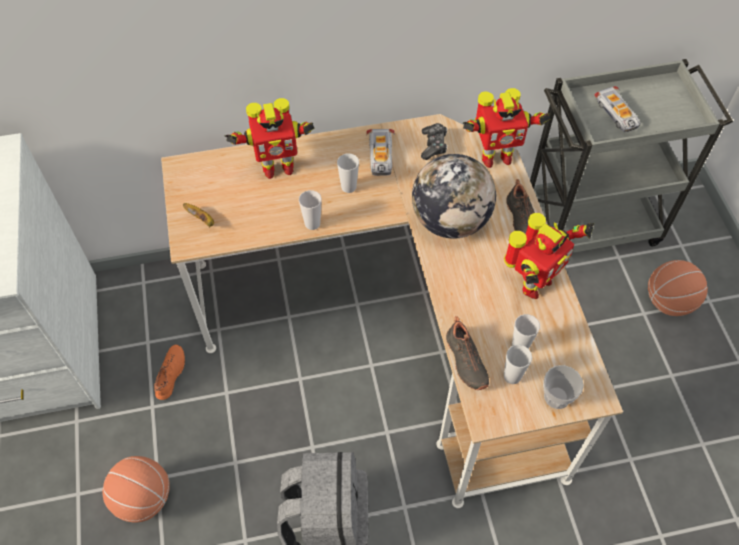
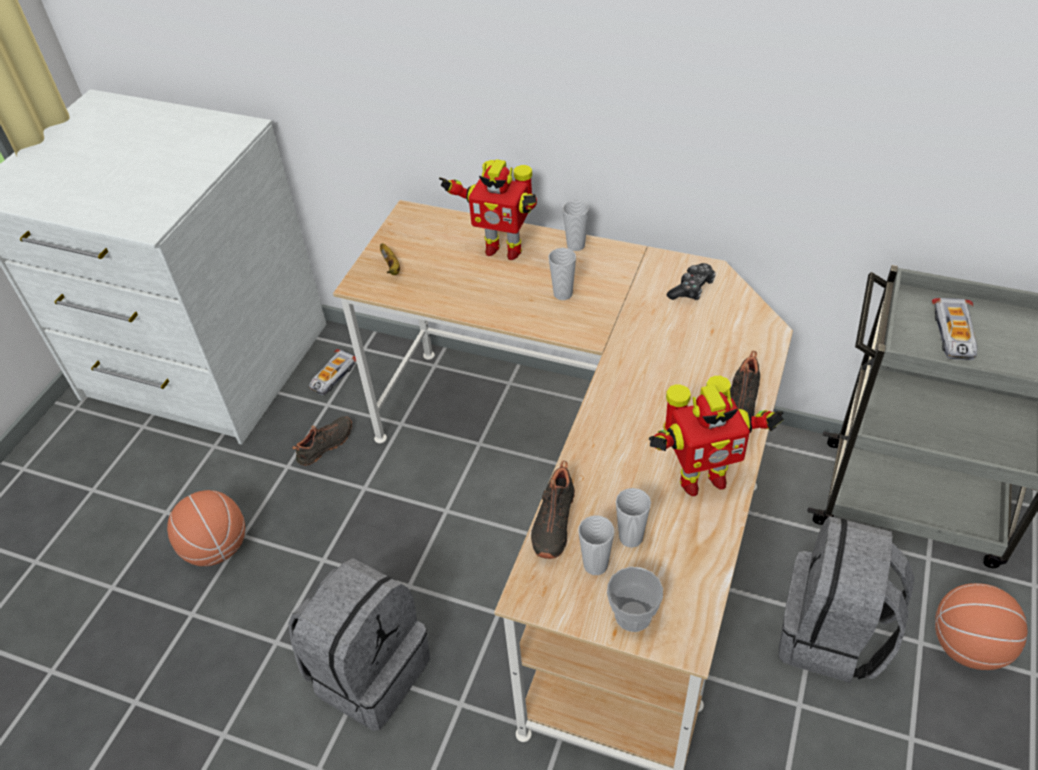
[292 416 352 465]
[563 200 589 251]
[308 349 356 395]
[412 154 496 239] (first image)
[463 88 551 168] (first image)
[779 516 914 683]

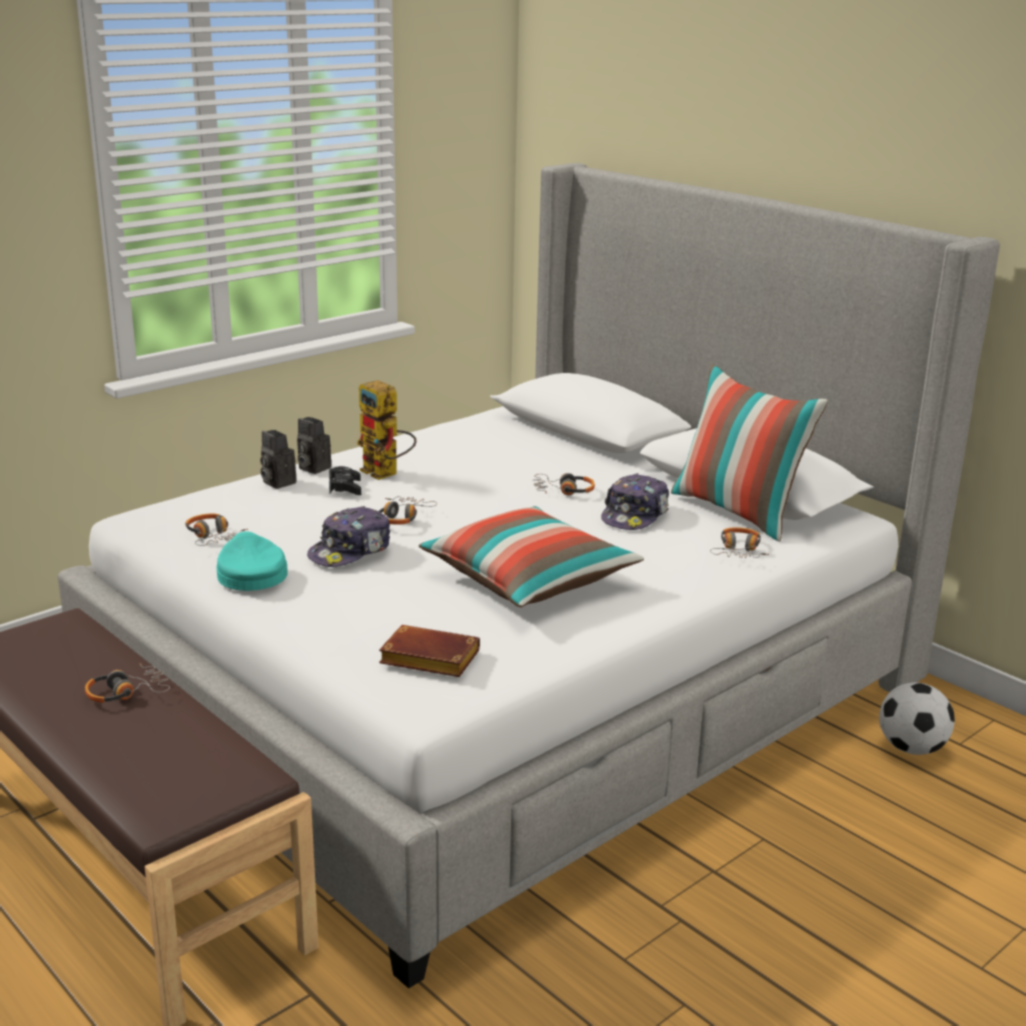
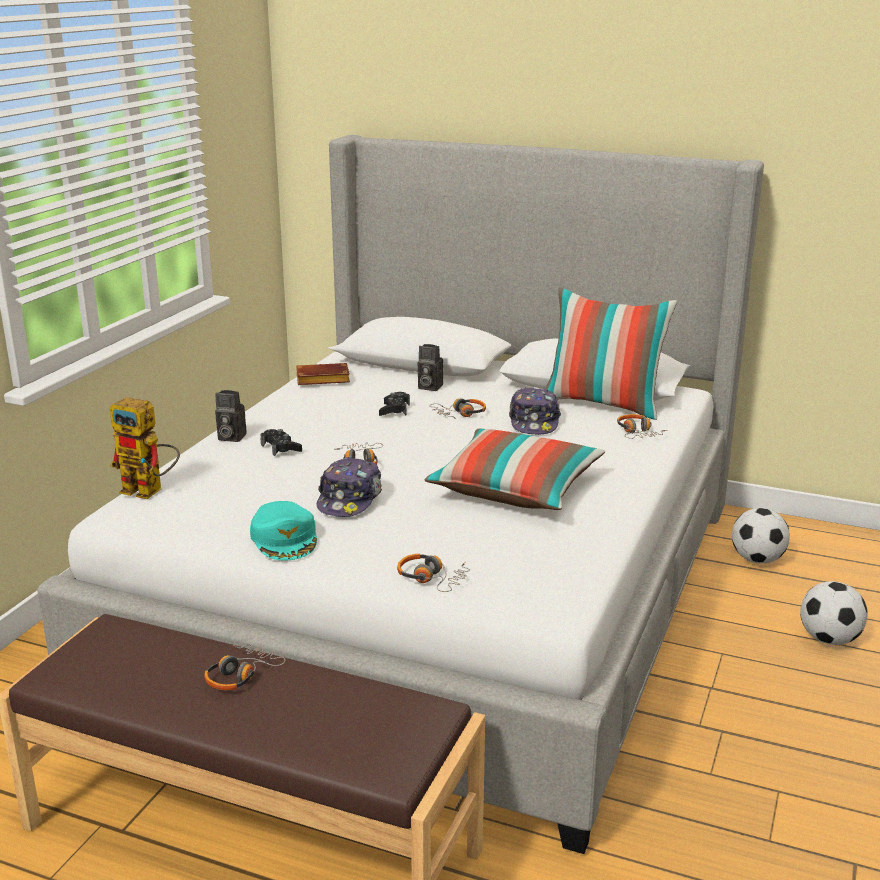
[397 554 470 592]
[250 501 317 561]
[418 344 443 391]
[110 397 180 499]
[296 363 350 385]
[379 392 410 416]
[800 581 868 645]

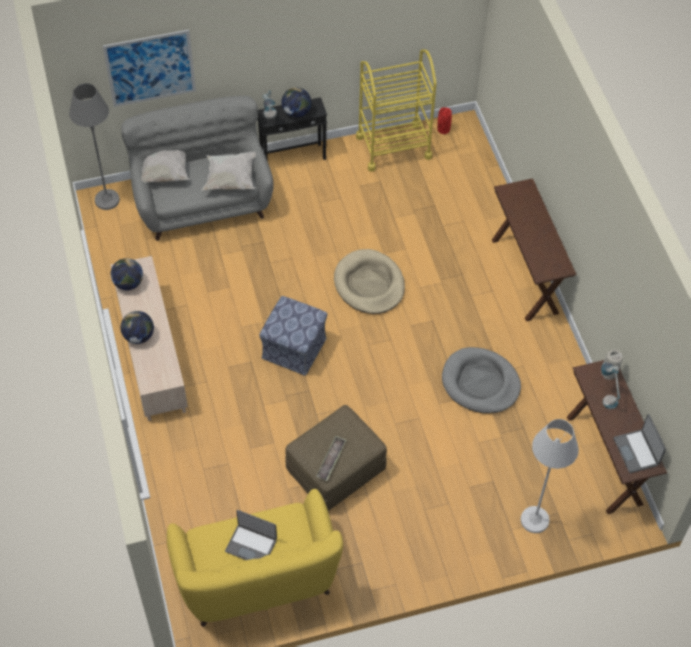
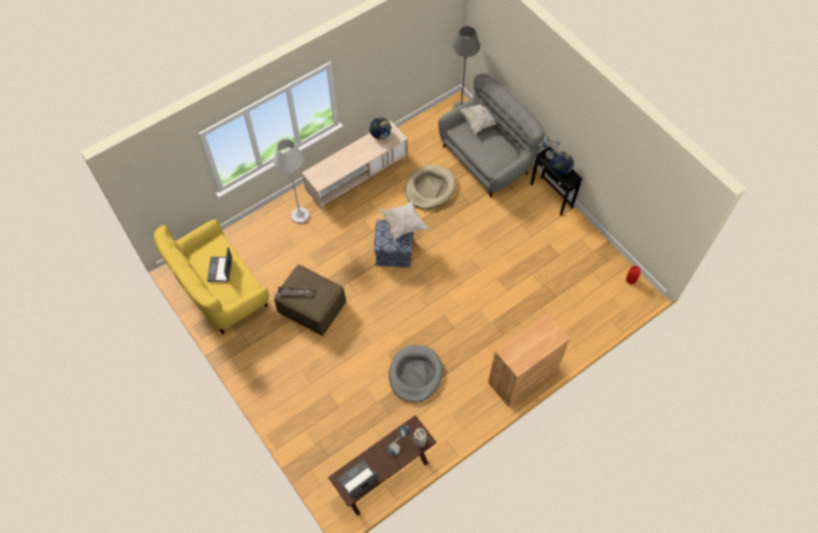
[103 30 196 107] (first image)
[121 311 154 344] (first image)
[379 200 429 240]
[405 165 456 209]
[356 50 437 172] (first image)
[488 314 570 407]
[274 139 309 224]

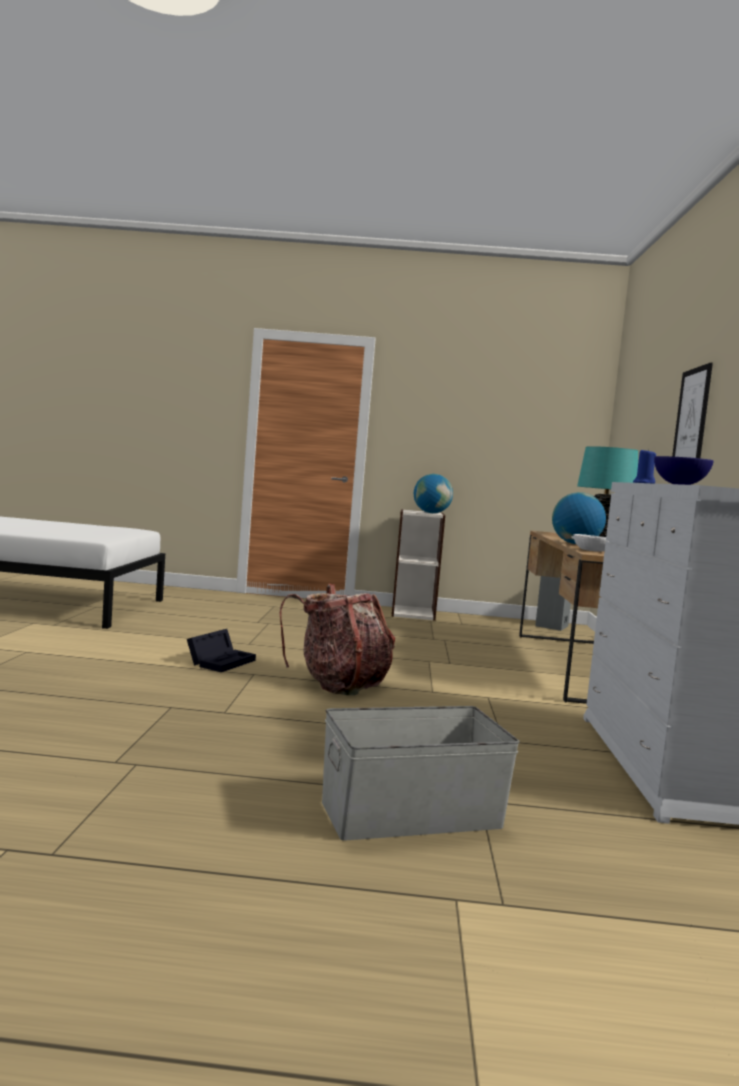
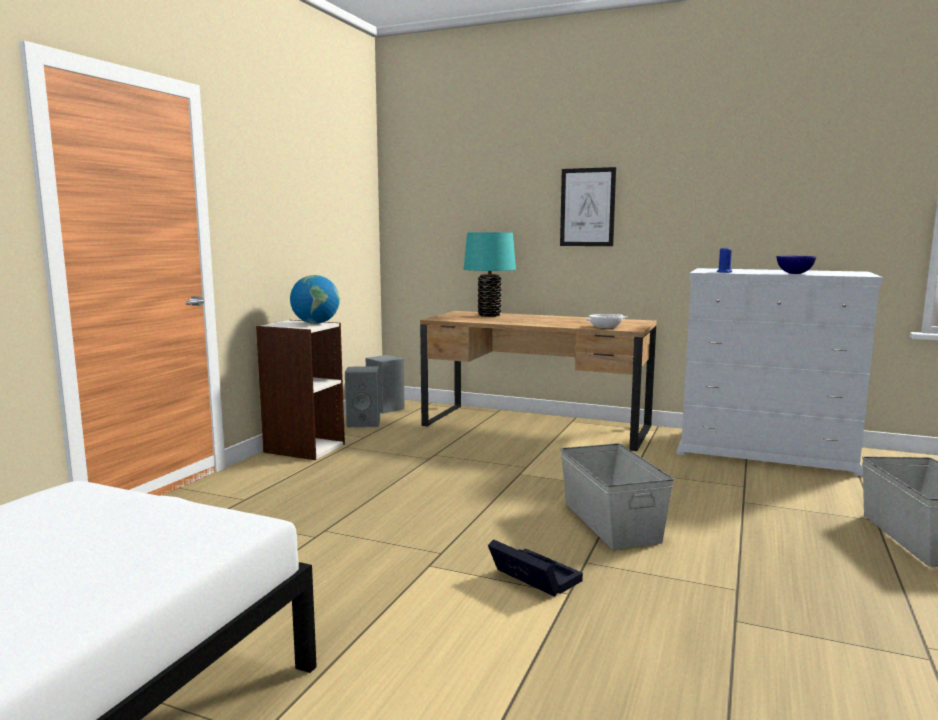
[560 443 674 549]
[552 492 606 544] (first image)
[345 366 380 428]

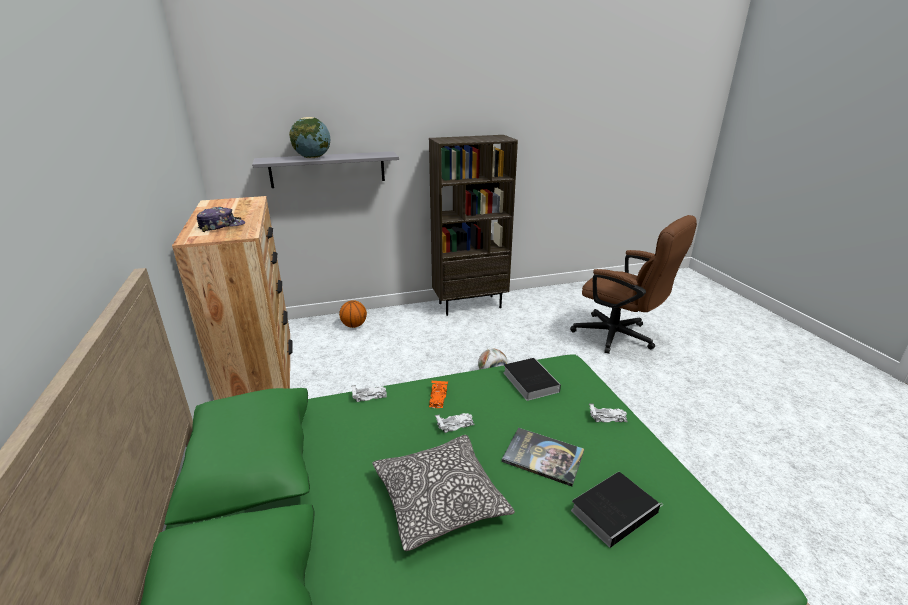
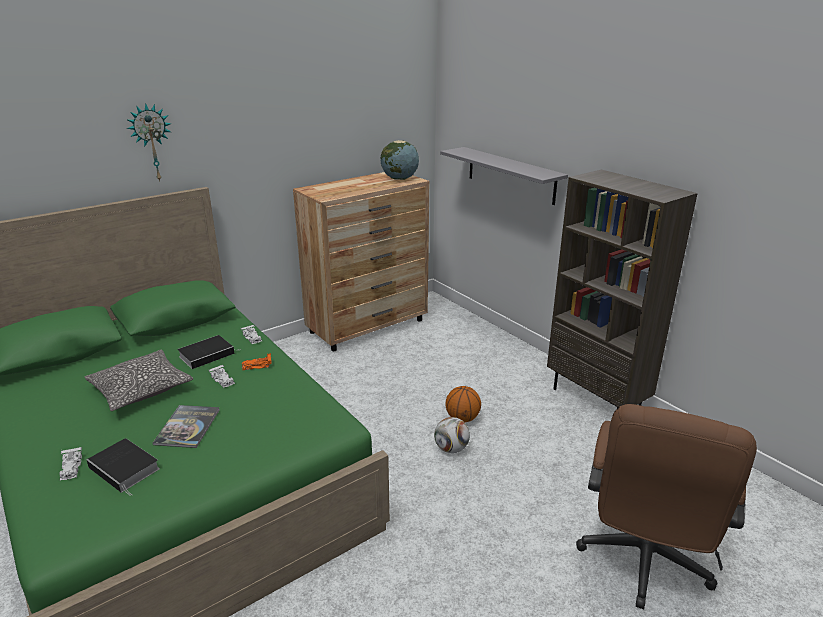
[197 207 245 232] (first image)
[381 140 419 180]
[446 386 481 422]
[178 335 240 369]
[60 447 82 480]
[126 103 171 181]

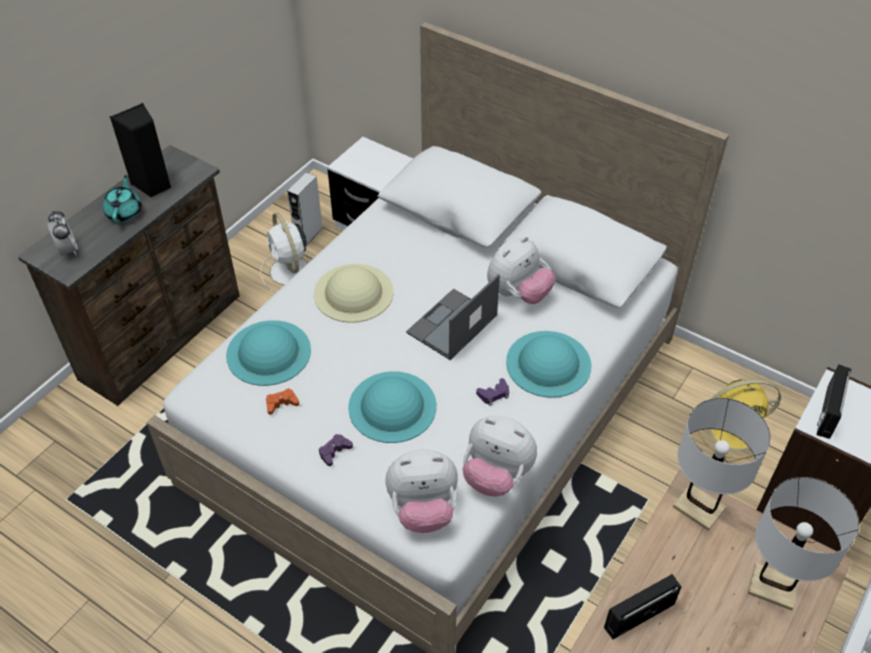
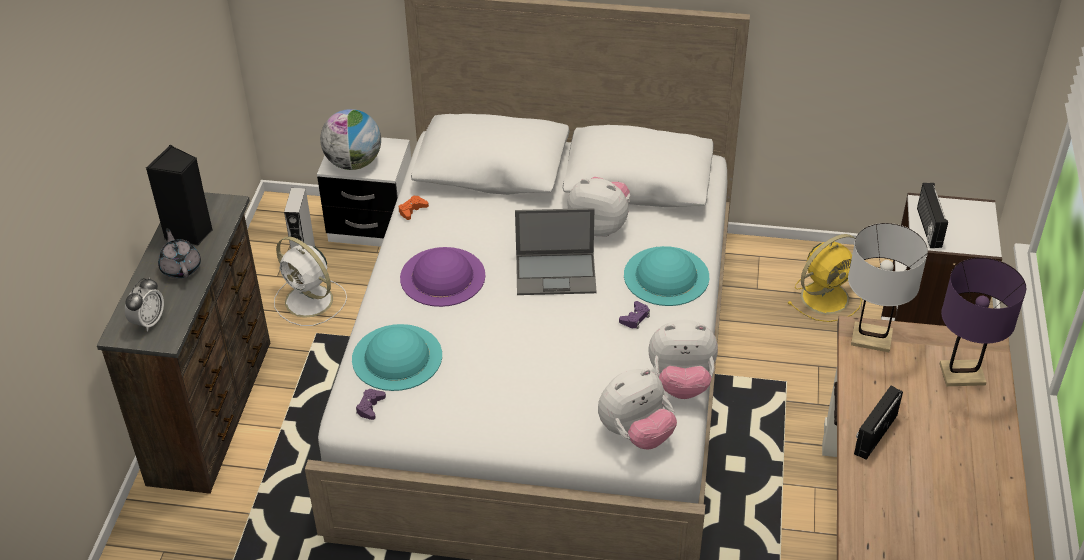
[125 277 164 331]
[158 228 201 278]
[399 196 429 220]
[400 247 485 307]
[356 389 386 420]
[348 371 437 443] (first image)
[515 208 597 295]
[567 177 630 237]
[940 258 1026 386]
[320 109 381 170]

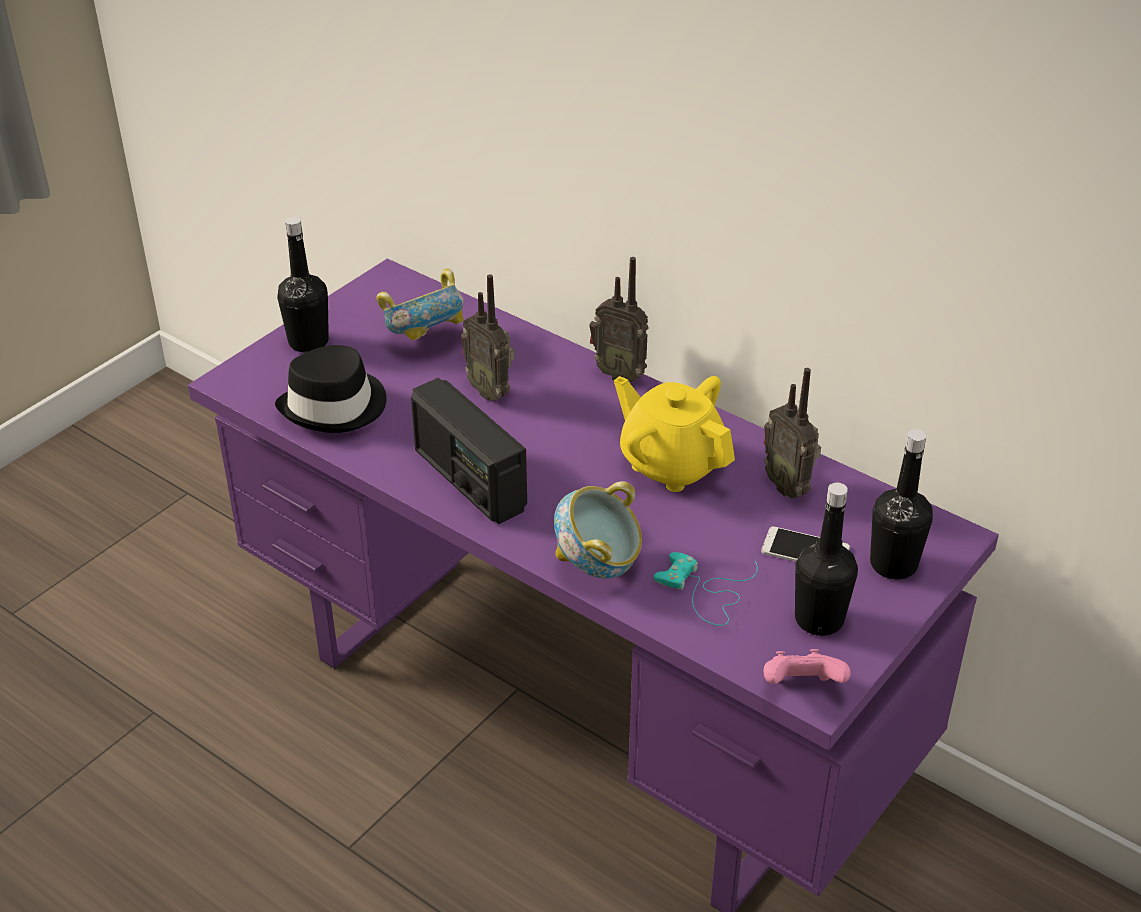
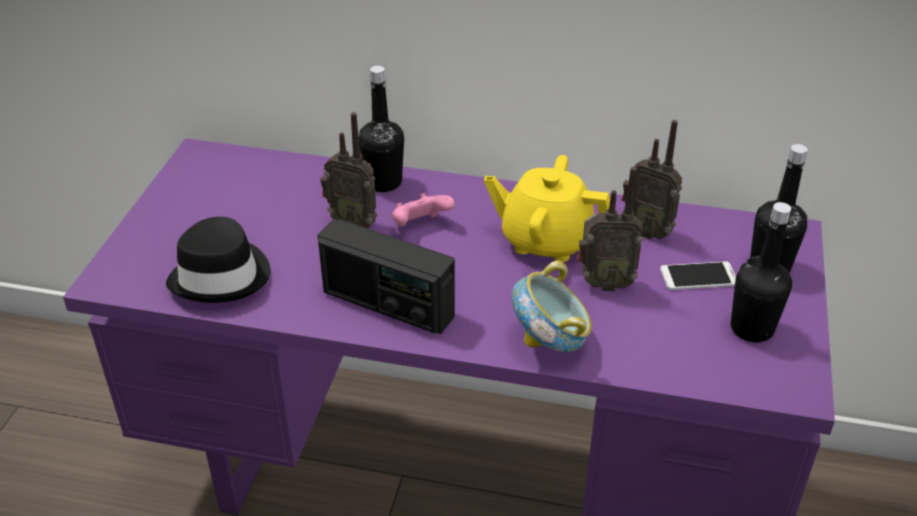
[359 66 404 192]
[376 269 464 340] (first image)
[577 167 643 292]
[654 552 758 626] (first image)
[392 193 455 227]

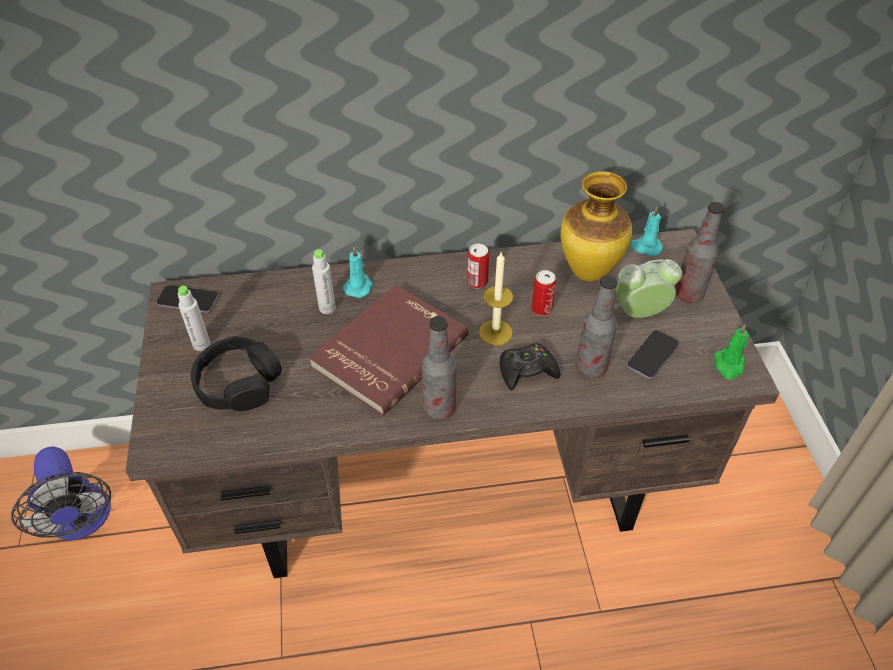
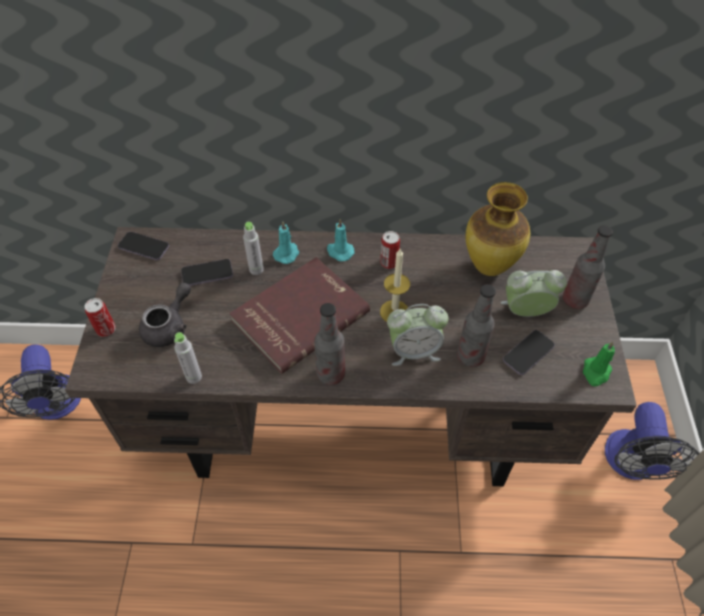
[174 332 202 384]
[139 283 191 347]
[387 304 448 366]
[85 298 116 337]
[327 219 354 261]
[181 259 233 286]
[605 402 699 480]

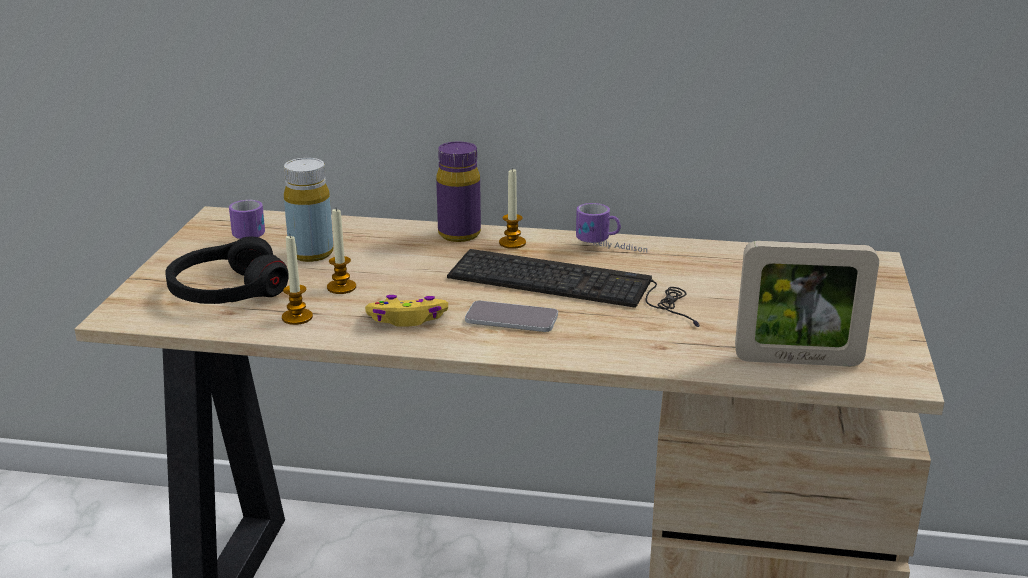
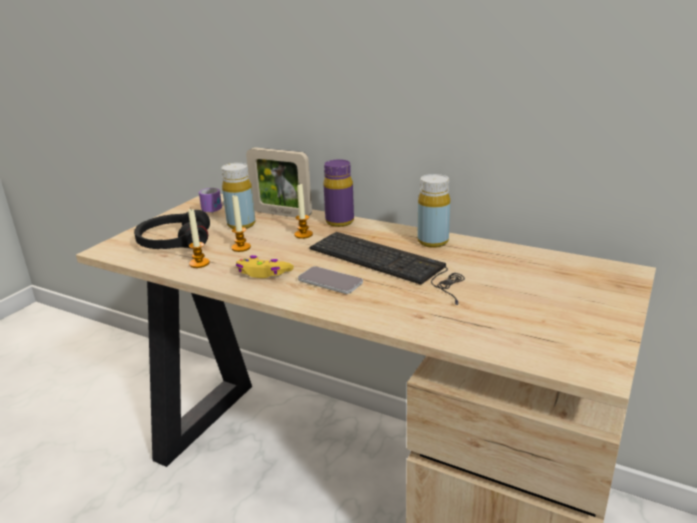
[294 183 313 239]
[418 174 450 248]
[246 147 312 217]

